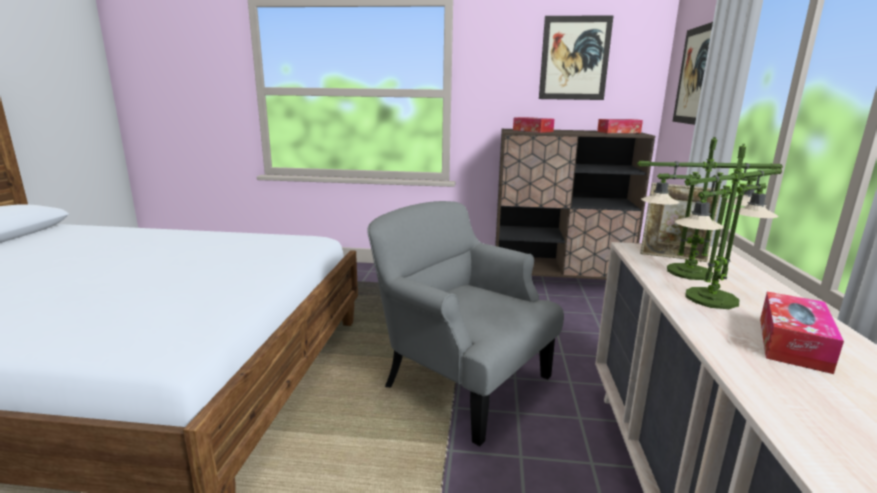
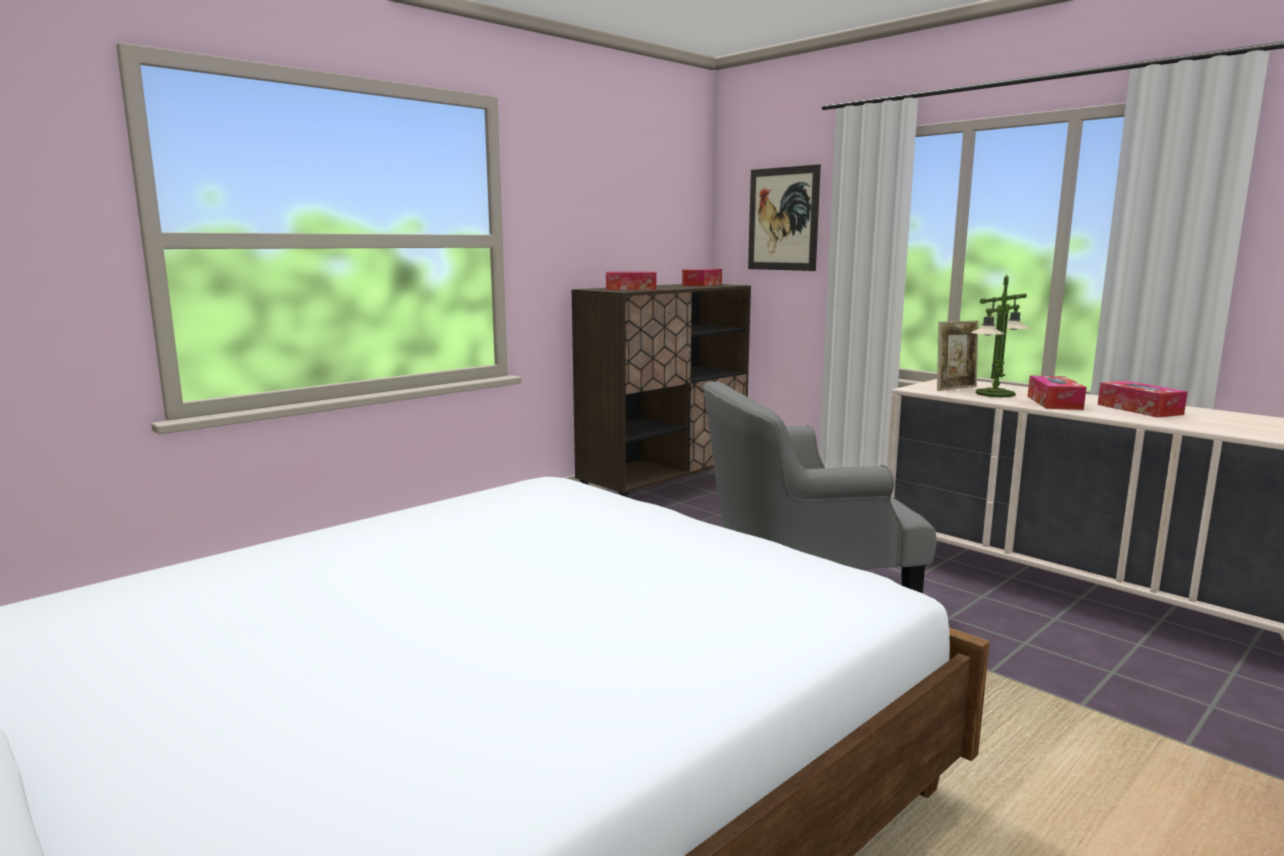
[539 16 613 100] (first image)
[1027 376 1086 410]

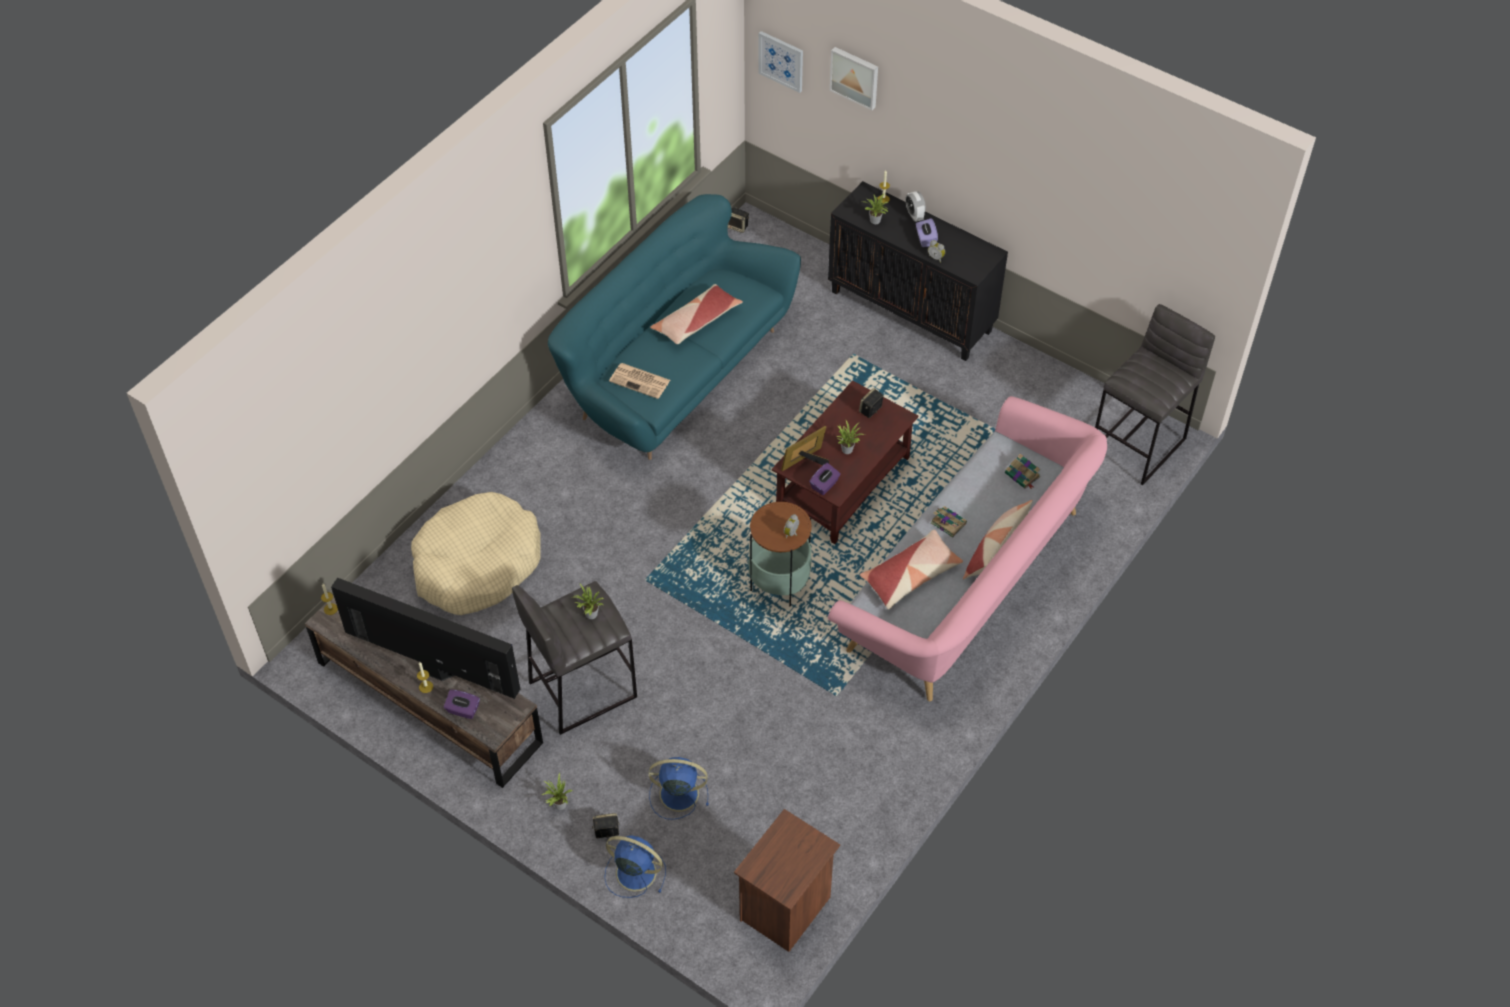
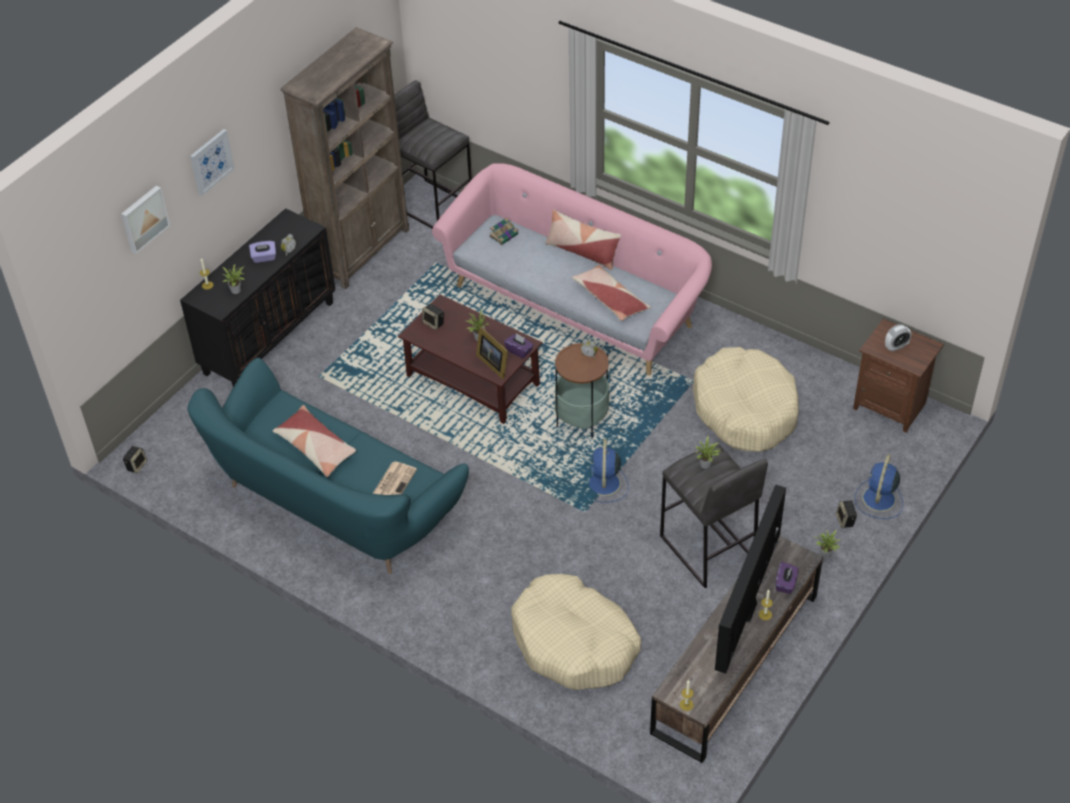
[584 439 629 503]
[190 129 234 196]
[885 324 911 352]
[931 506 967 538] (first image)
[280 27 409 290]
[693 347 799 452]

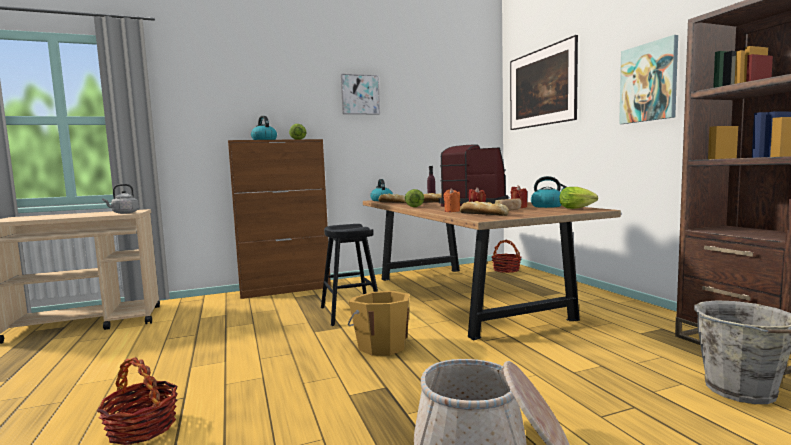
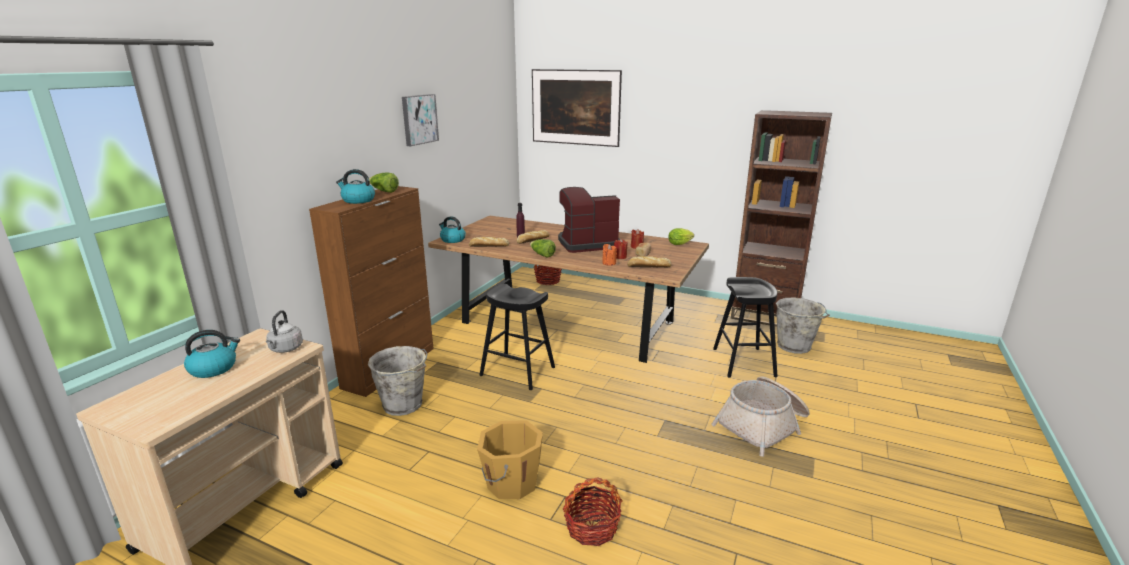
[477 420 543 499]
[184 330 240 378]
[619 35 678 124] (first image)
[368 346 427 416]
[713 277 778 378]

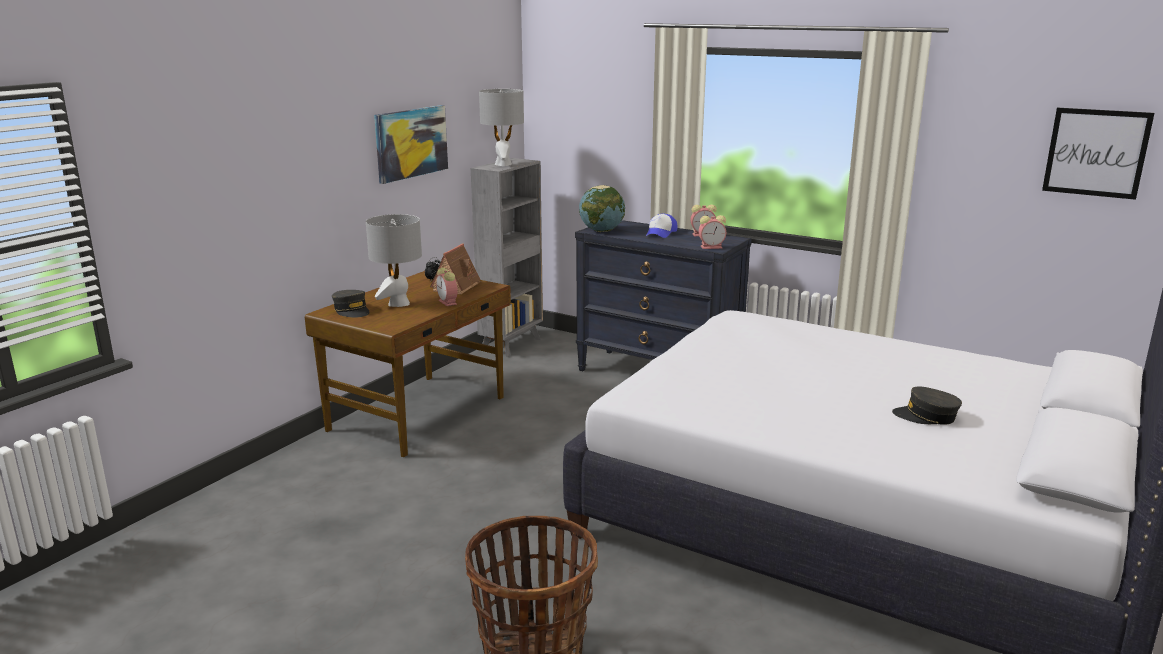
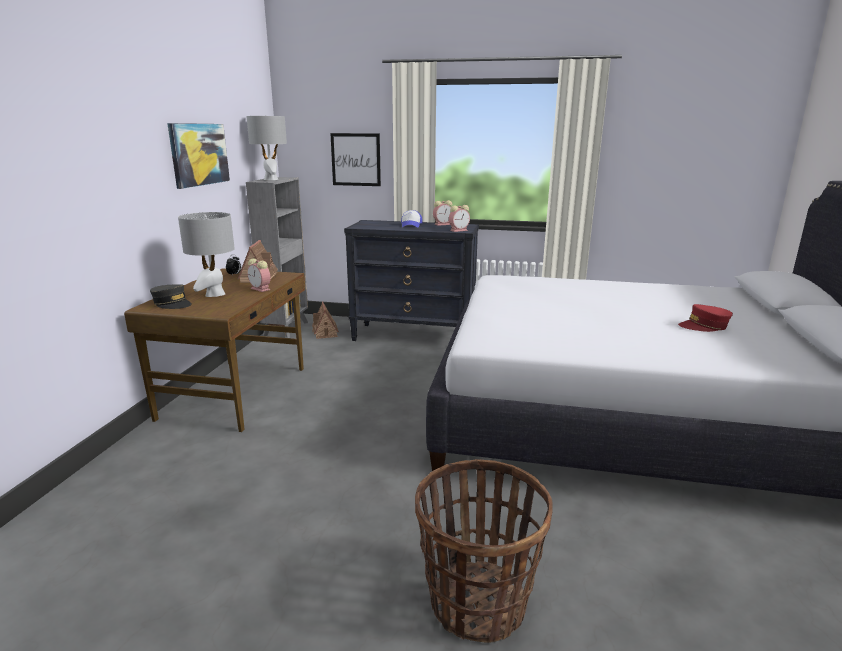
[579 185 625 232] (first image)
[678 304 733 332]
[330 133 381 186]
[312 302 339 339]

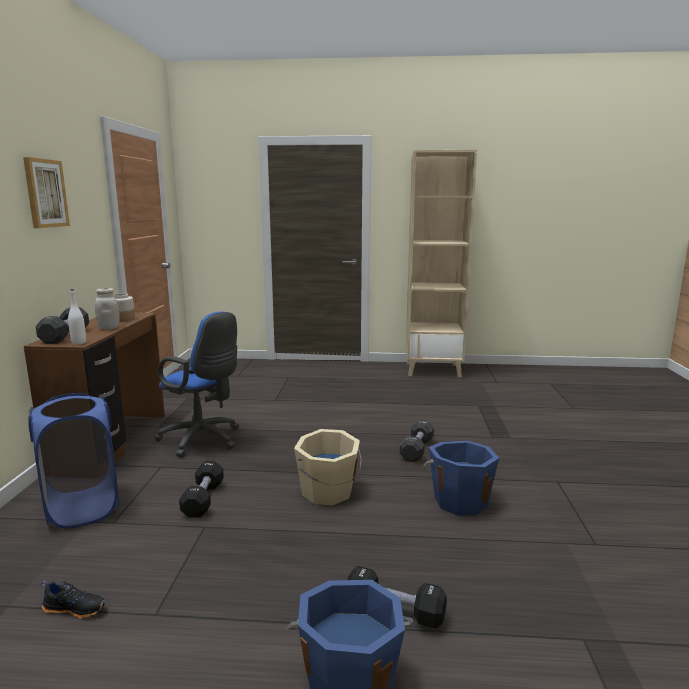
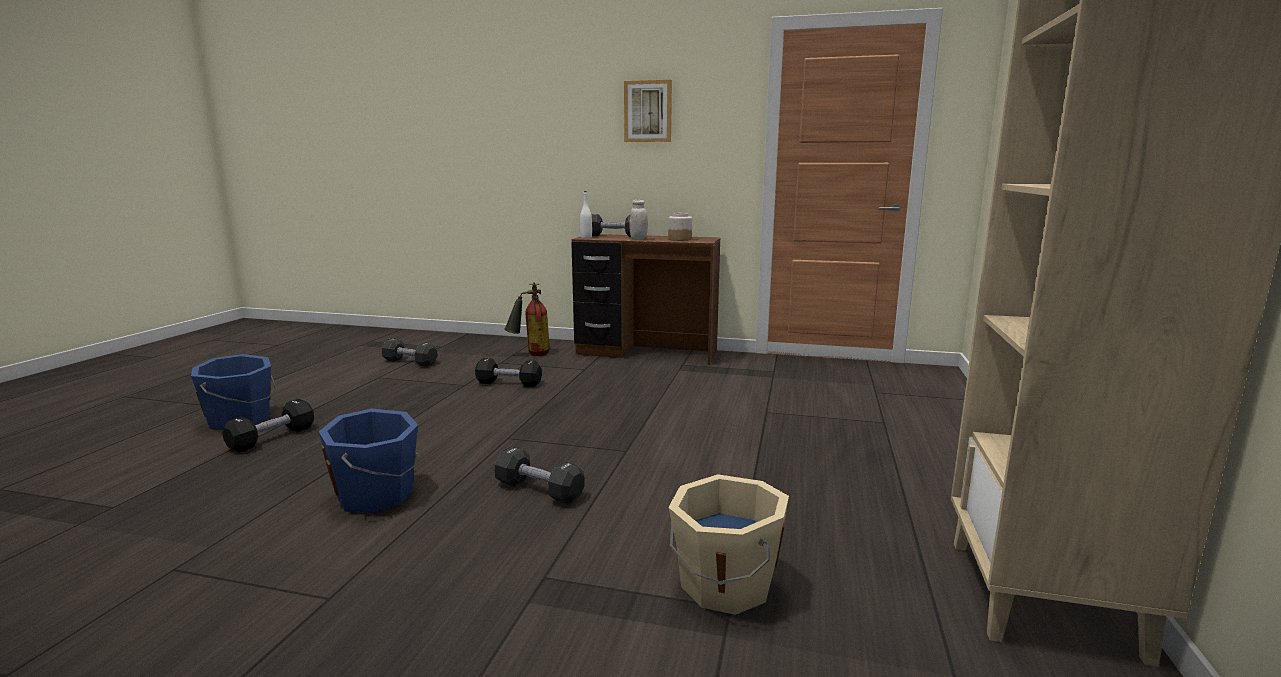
[504 282 550 356]
[381 338 438 367]
[154 312 239 457] (first image)
[668 474 789 615]

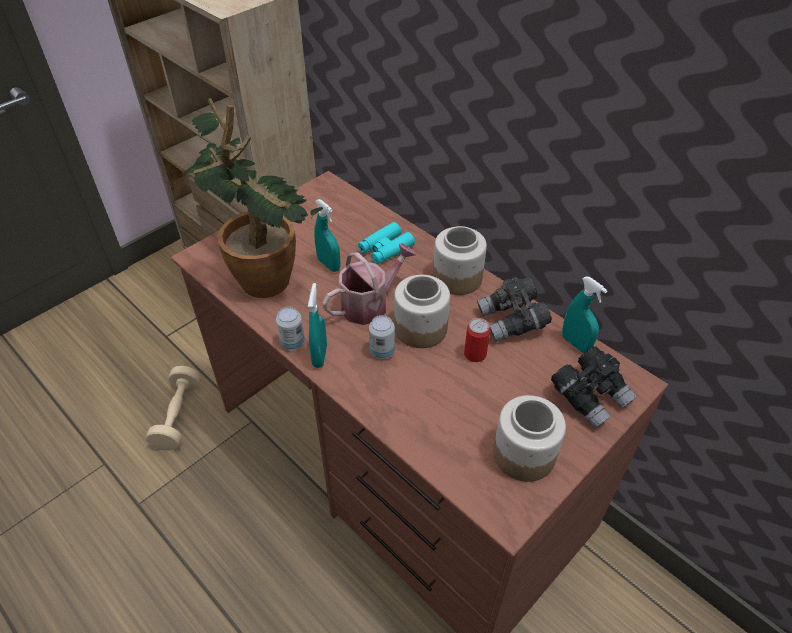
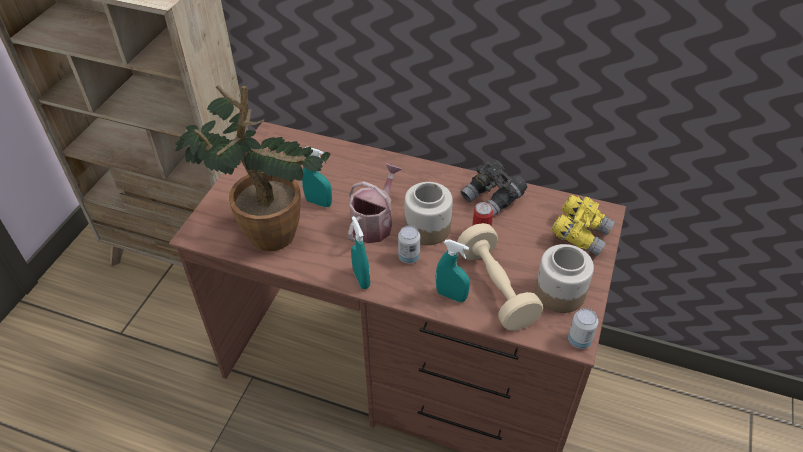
[457 223 543 331]
[568 308 598 349]
[358 222 415 264] (first image)
[433 226 487 295] (first image)
[552 195 615 256]
[436 240 470 302]

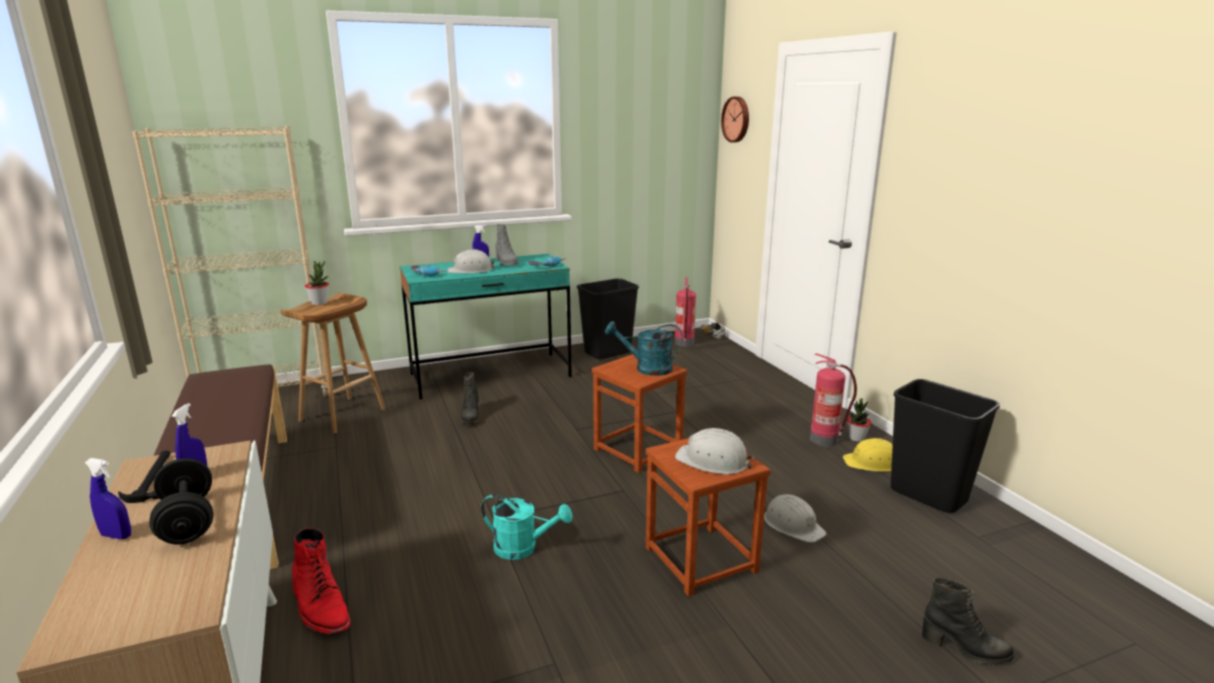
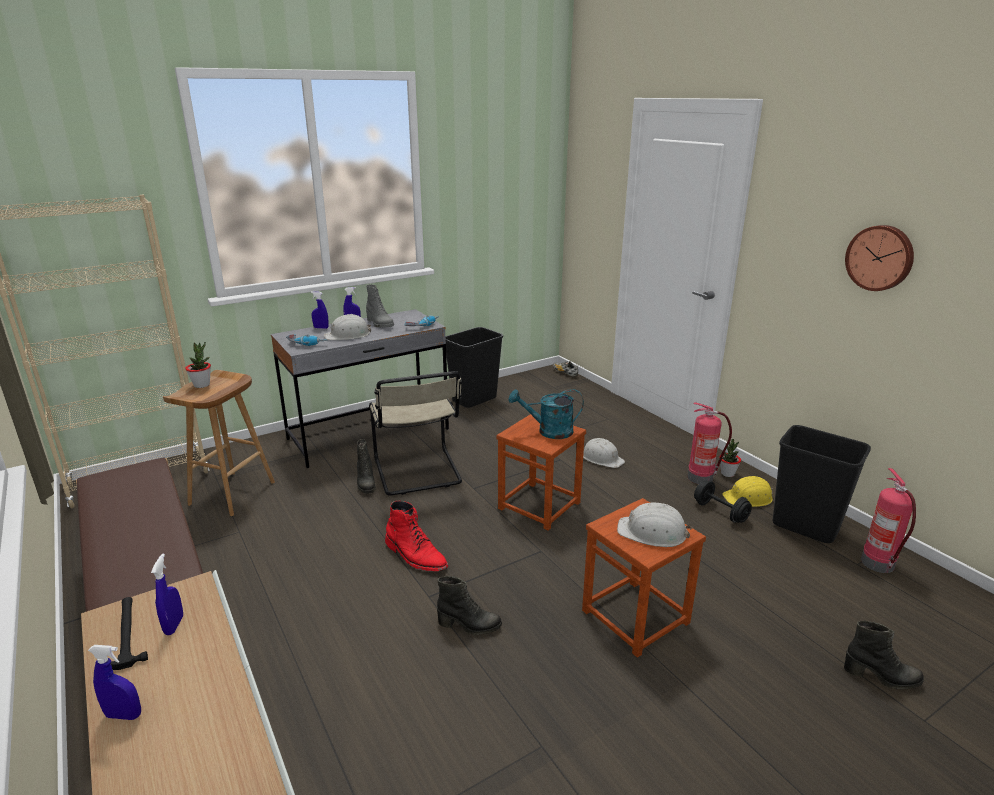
[694 481 752 523]
[385 501 448 571]
[271 309 449 468]
[437 576 502 635]
[861 468 916 573]
[845 225 914 291]
[583 438 625 468]
[311 291 329 329]
[369 371 462 496]

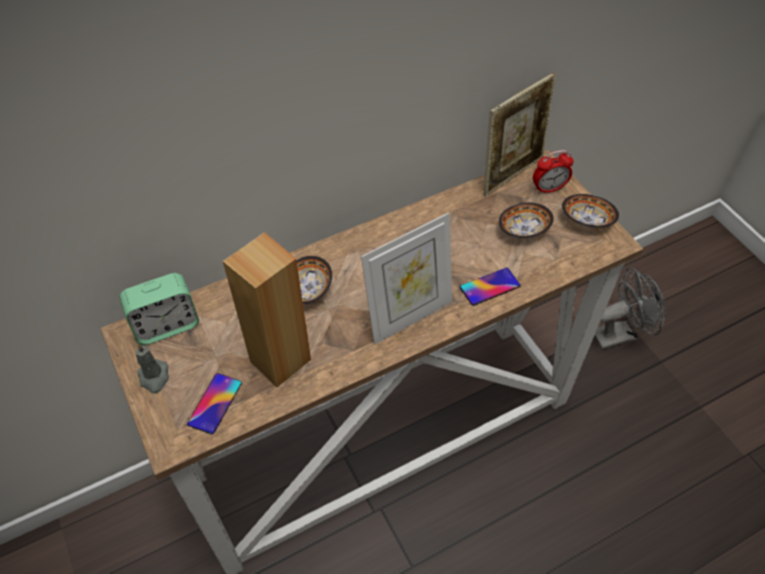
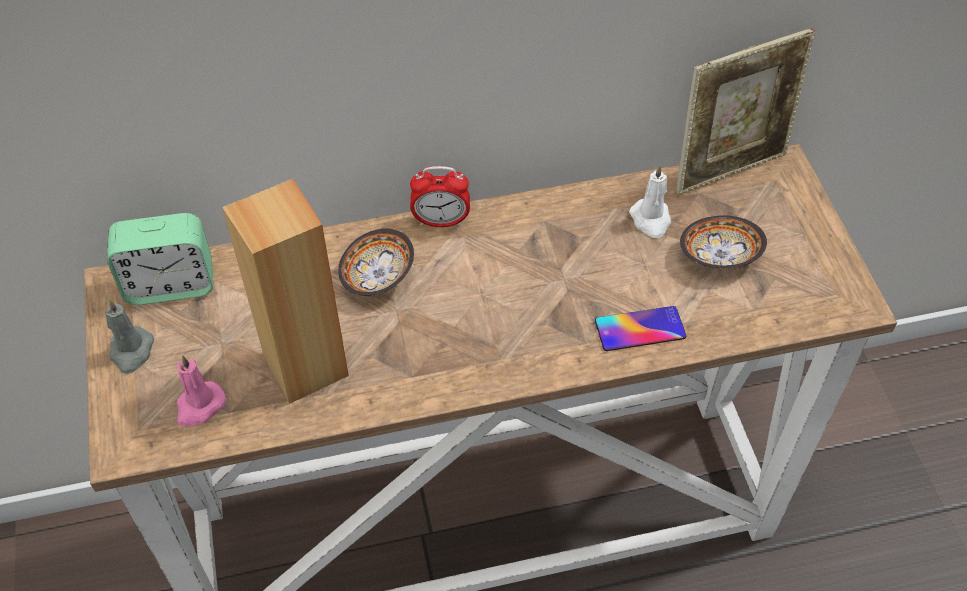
[176 355 226 427]
[361 212 452 344] (first image)
[410 166 470 227]
[562 194 619 228] (first image)
[594 268 666 350] (first image)
[629 164 671 238]

